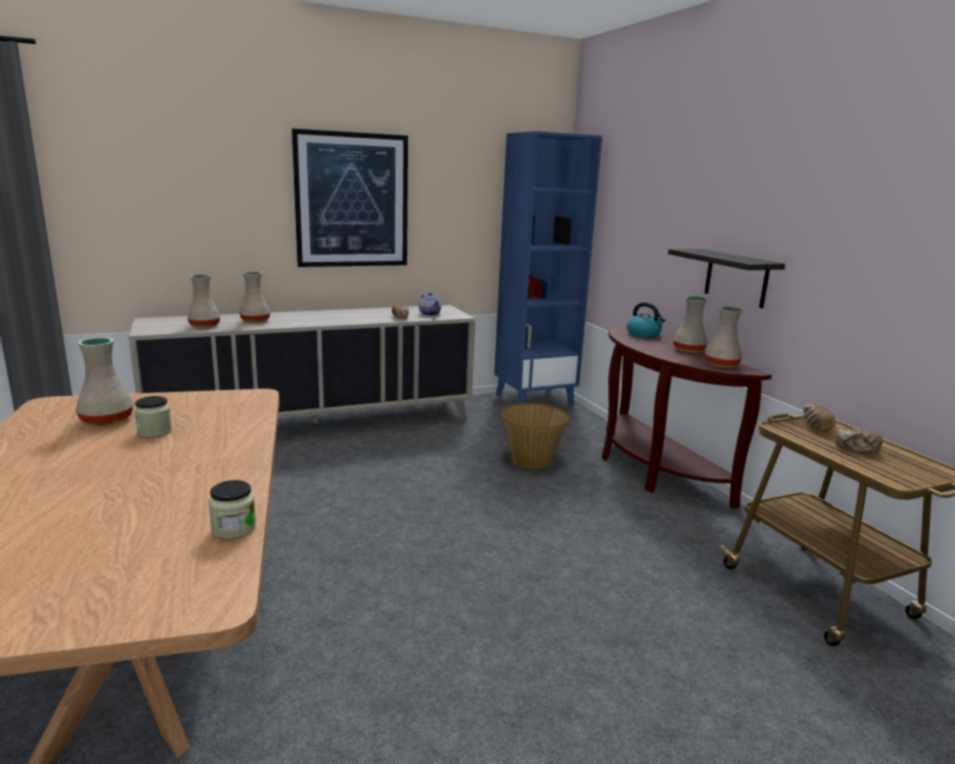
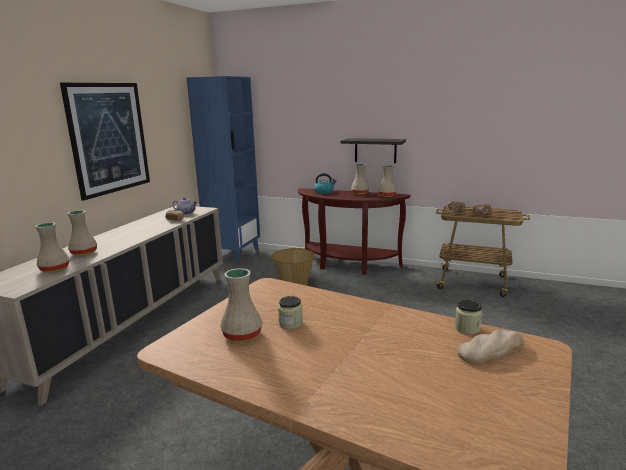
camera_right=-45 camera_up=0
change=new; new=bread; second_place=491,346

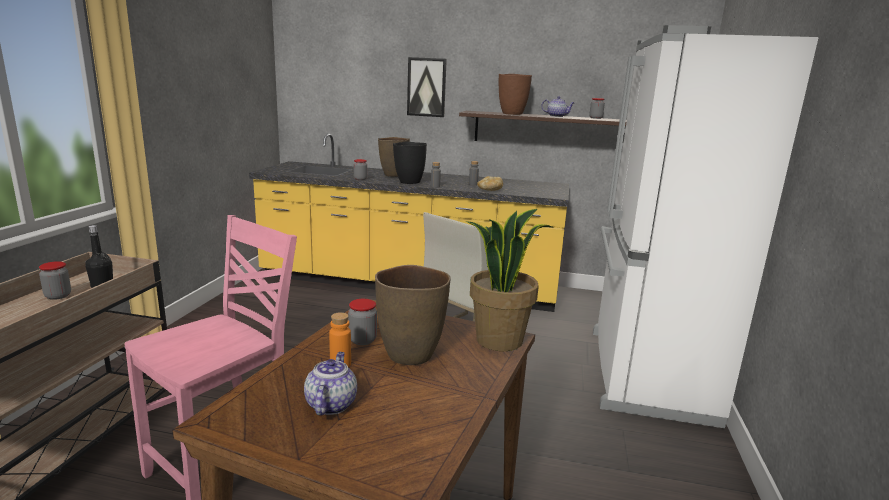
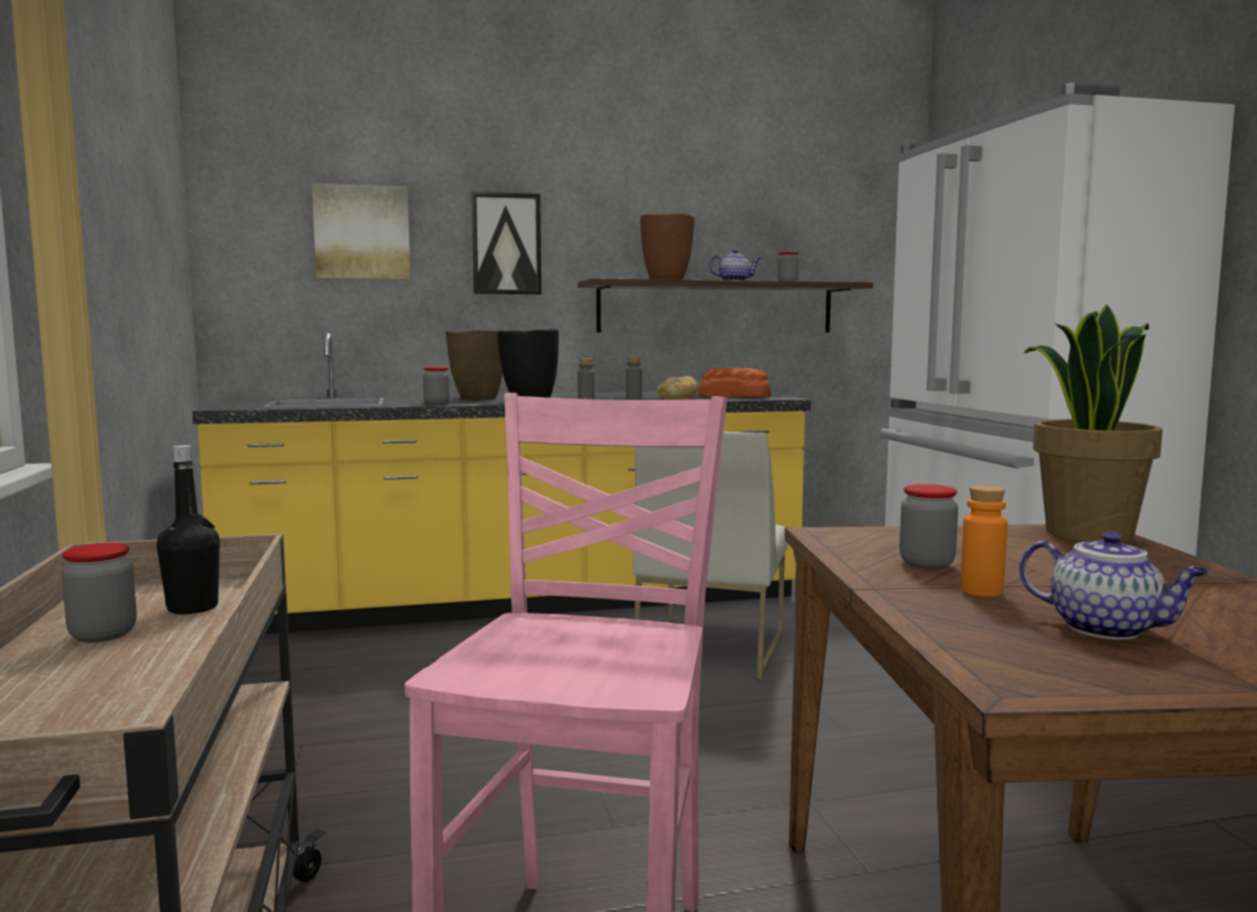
camera_right=-25 camera_up=-10
change=gone; old=brown flower vase; first_place=413,315
change=new; new=picture; second_place=361,231
change=new; new=bread; second_place=734,383
change=rotated; old=teapot; first_place=330,384; second_place=1114,585; degrees=150

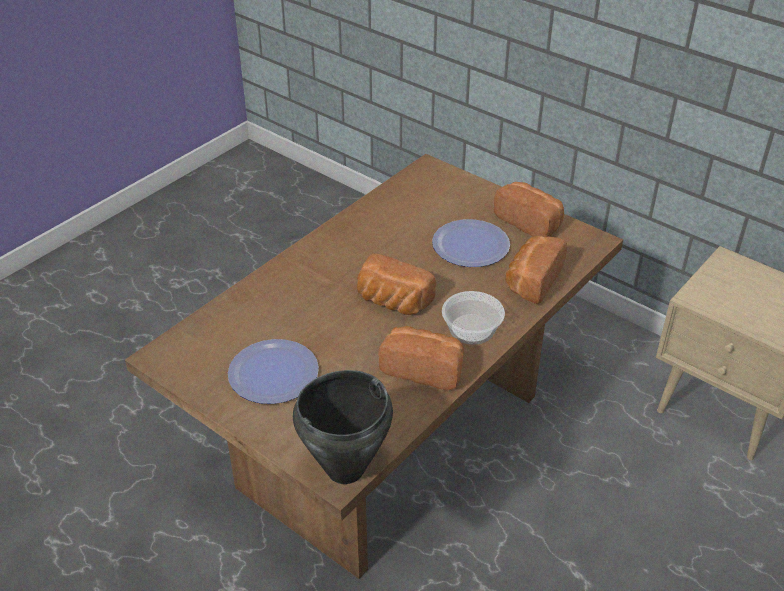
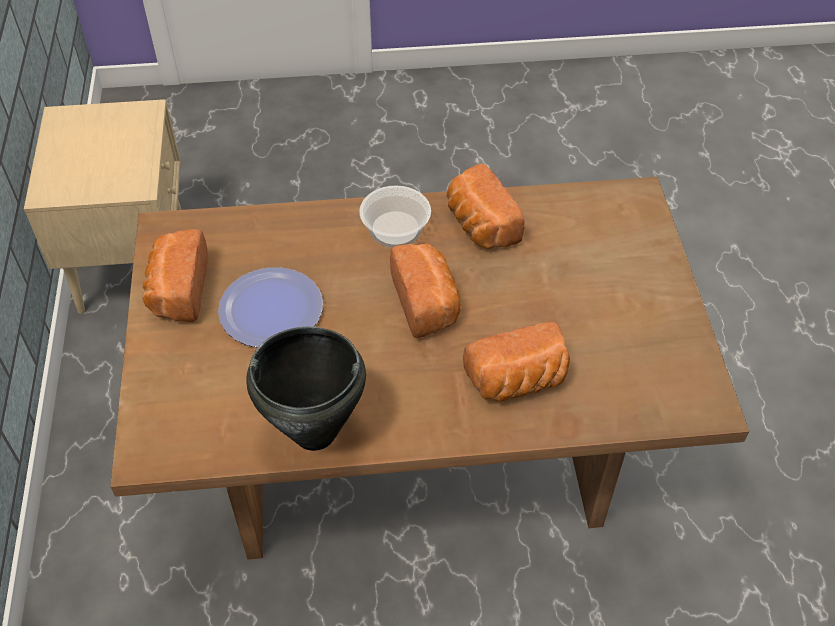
camera_right=-135 camera_up=10
change=gone; old=plate; first_place=273,371
change=shifted; old=black cooking pot; first_place=343,427; second_place=306,389
change=shifted; old=bread; first_place=536,270; second_place=516,362

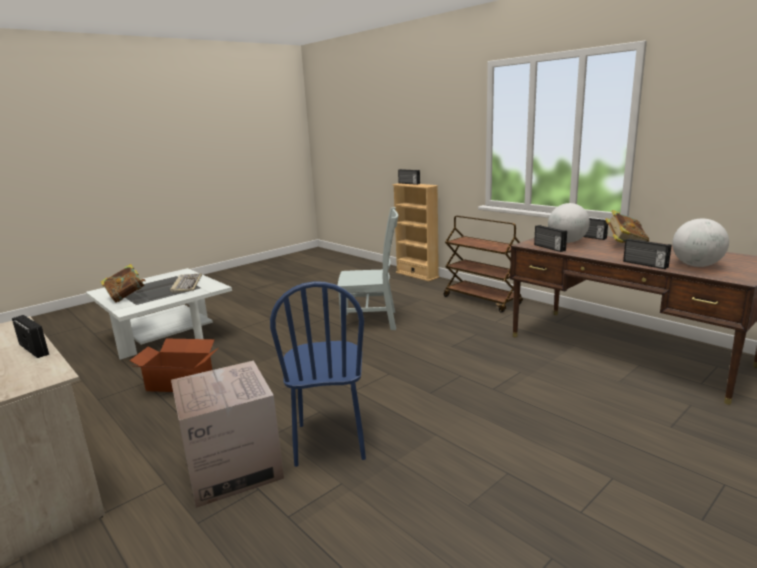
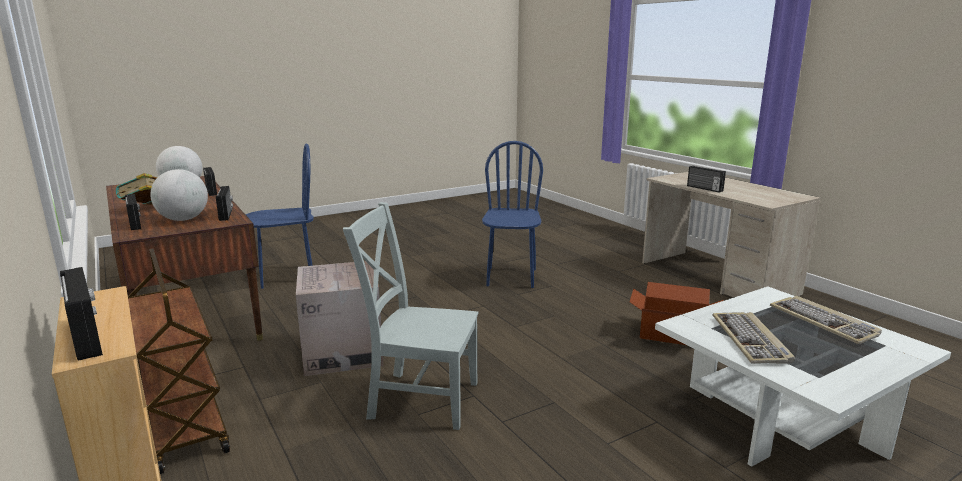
camera_right=-170 camera_up=0
change=new; new=blue plain chair; second_place=280,216
change=shifted; old=cardboard box; first_place=227,434; second_place=340,318
change=swapped; old=volume; new=keyboard; first_place=123,283; second_place=826,320

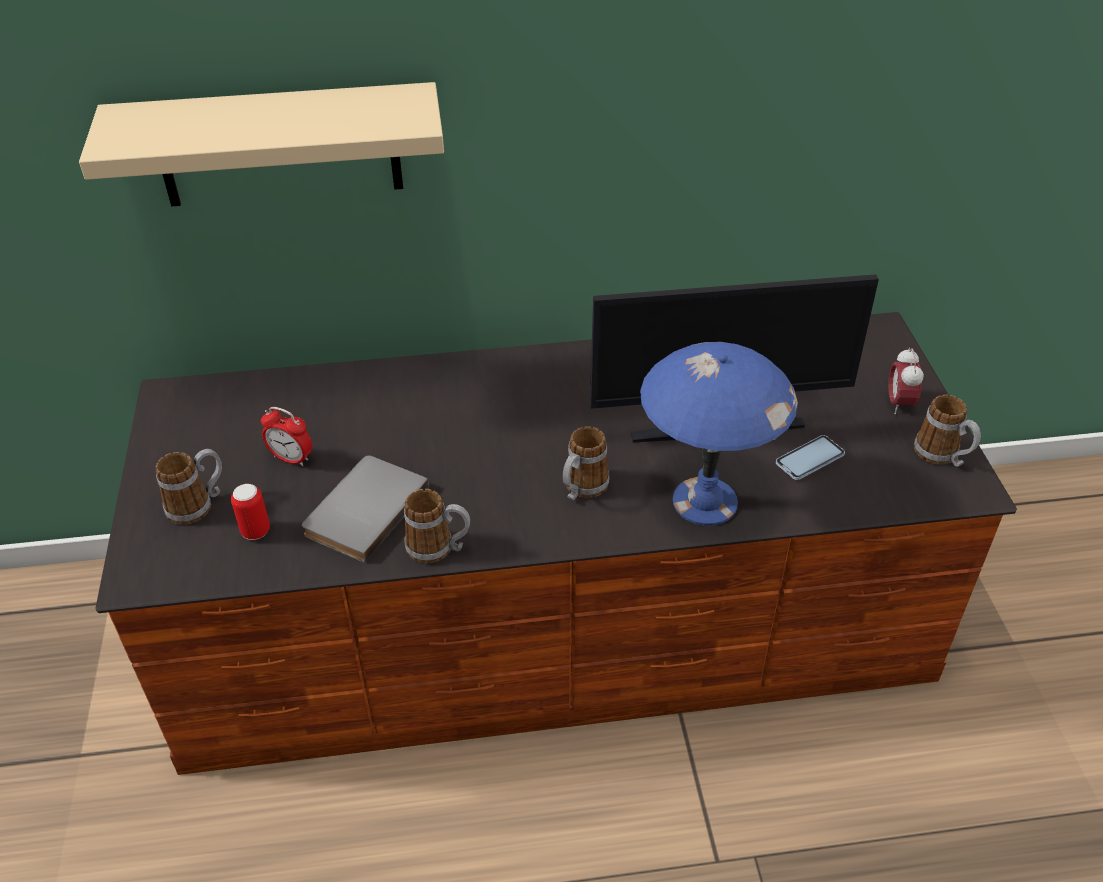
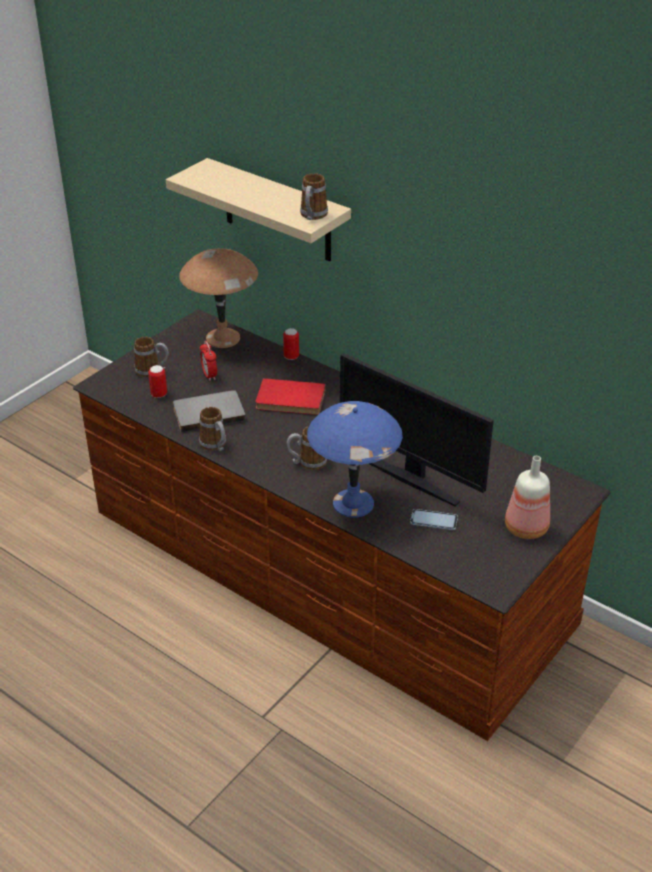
camera_right=45 camera_up=-5
change=new; new=brown lamp for a table; second_place=218,298
change=new; new=red-coloured volume; second_place=291,396
change=new; new=can; second_place=291,344
change=shifted; old=coffee mug; first_place=947,430; second_place=314,196
change=swapped; old=table clock; new=bottle; first_place=906,380; second_place=527,497

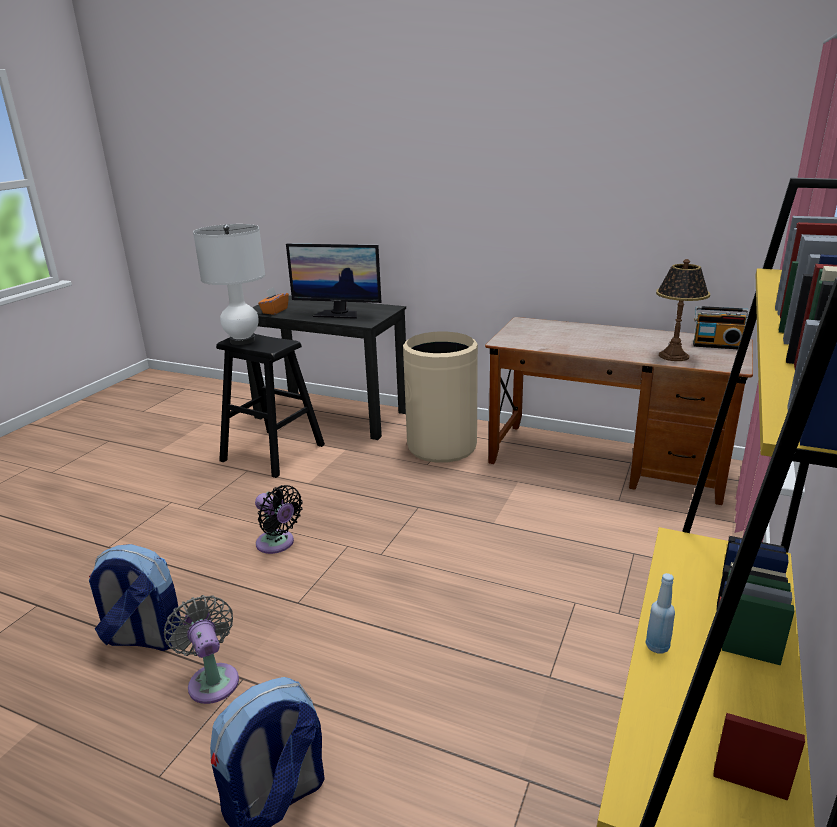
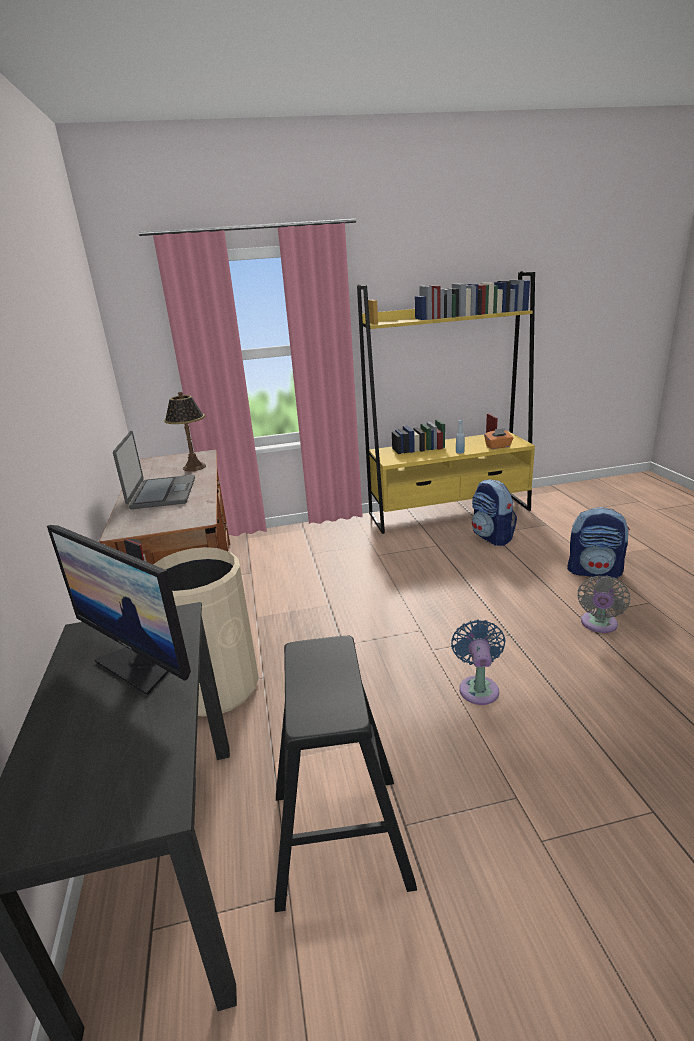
camera_right=-125 camera_up=0
change=gone; old=white lamp for a table; first_place=229,284
change=gone; old=radio set; first_place=721,327
change=new; new=portable computer; second_place=154,470
change=shifted; old=rucksack; first_place=136,597; second_place=494,512
change=shifted; old=orange tissue holder; first_place=273,301; second_place=498,438
change=repainted; old=black electric fan; new=blue electric fan; first_place=279,519; second_place=478,662
change=rotated; old=computer screen; first_place=333,281; second_place=119,610; degrees=150

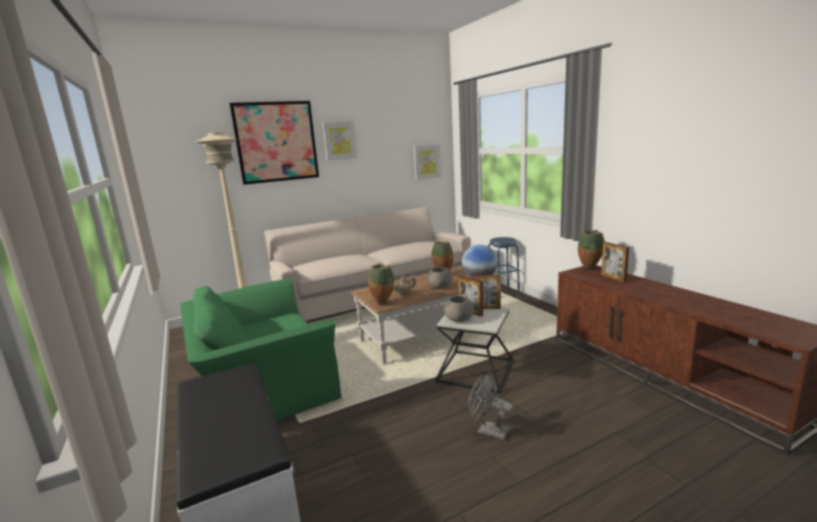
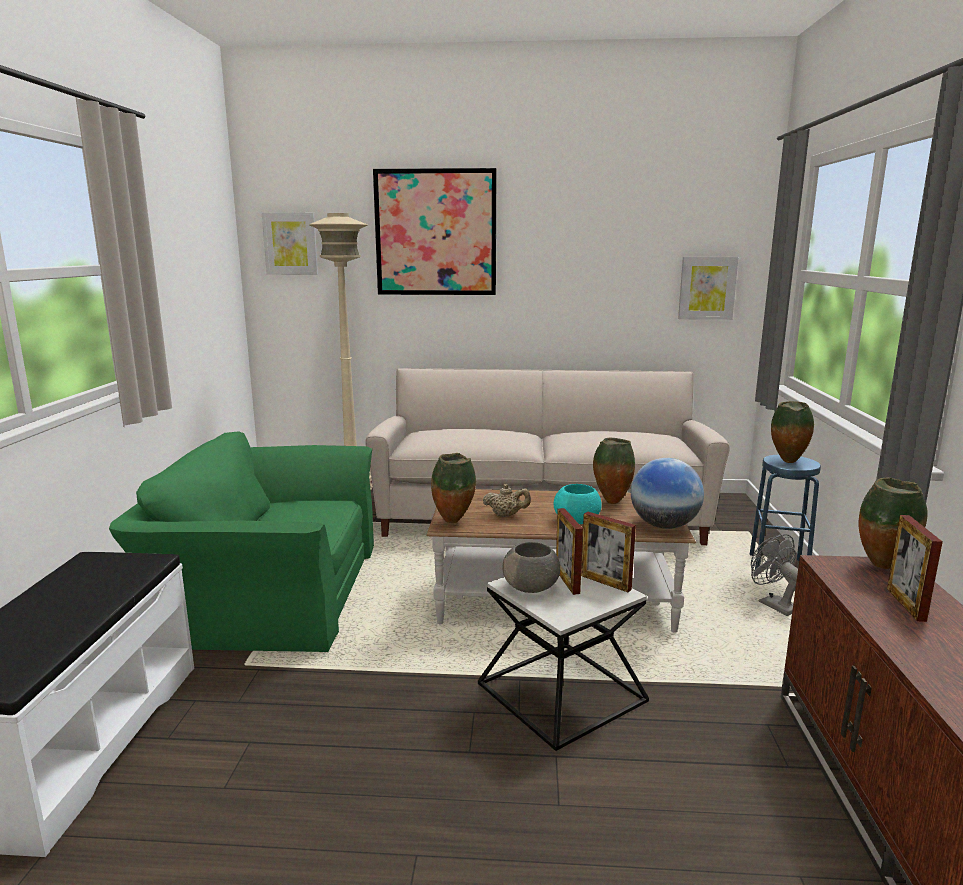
camera_right=30 camera_up=0
change=new; new=flower vase; second_place=792,432
change=shifted; old=picture; first_place=340,140; second_place=290,243
change=shifted; old=gray electric fan; first_place=491,406; second_place=774,575
change=repainted; old=gray deep dish; new=blue-green deep dish; first_place=440,278; second_place=578,504

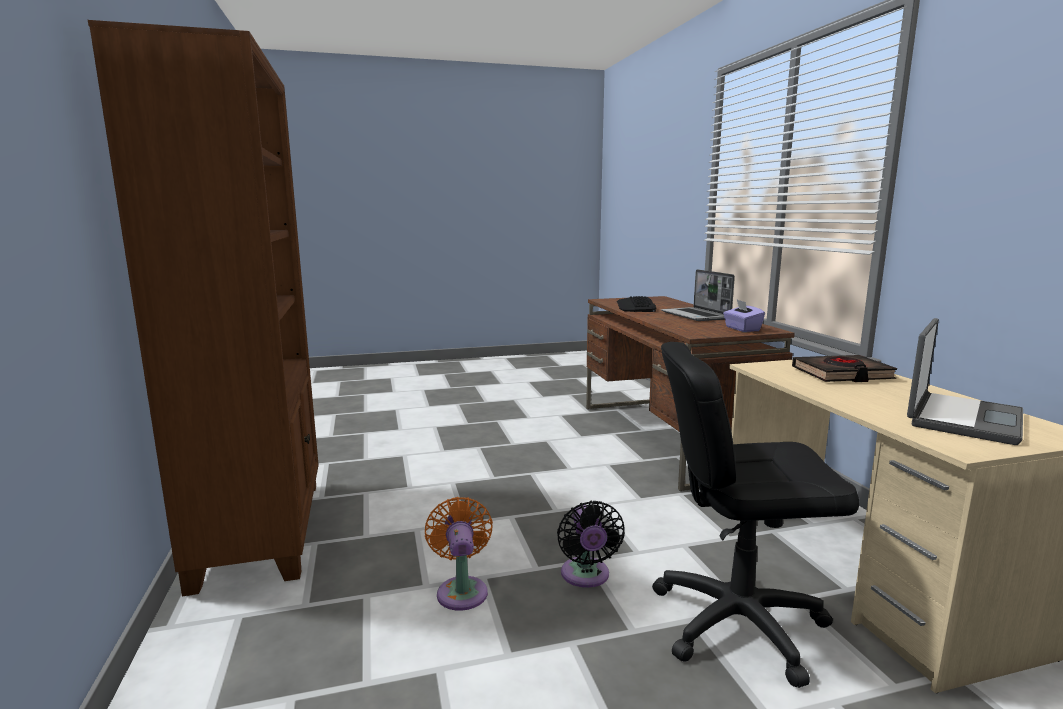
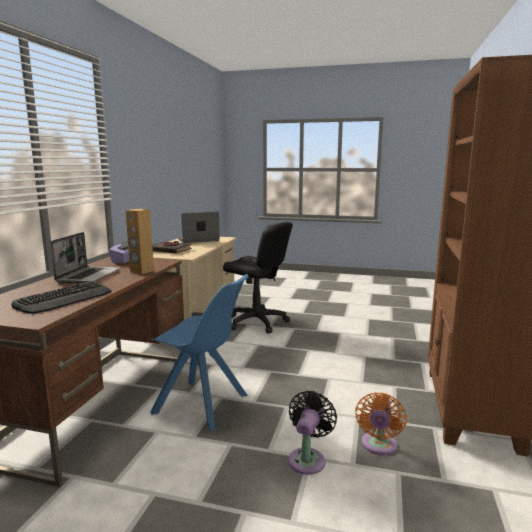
camera_right=-150 camera_up=0
change=new; new=brown audio speaker; second_place=140,241
change=new; new=blue plain chair; second_place=199,352
change=shifted; old=orange electric fan; first_place=459,554; second_place=380,423
change=shifted; old=black electric fan; first_place=591,544; second_place=312,433

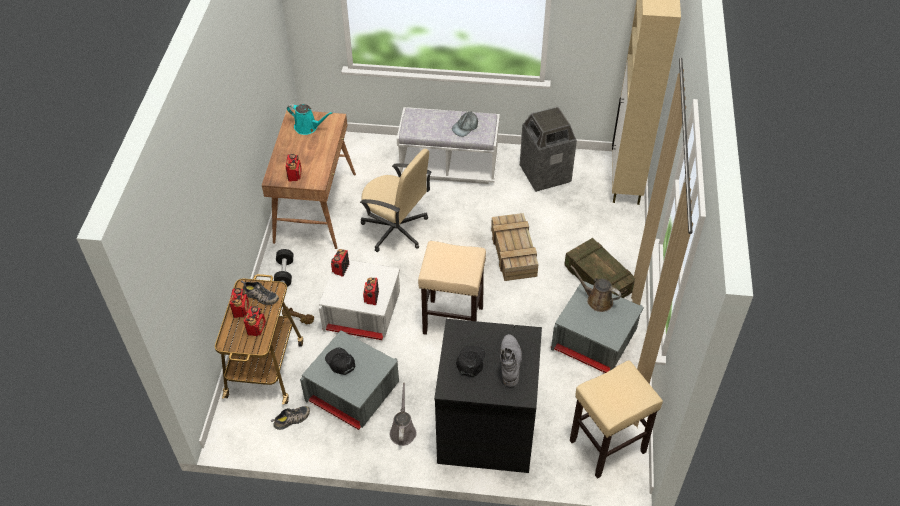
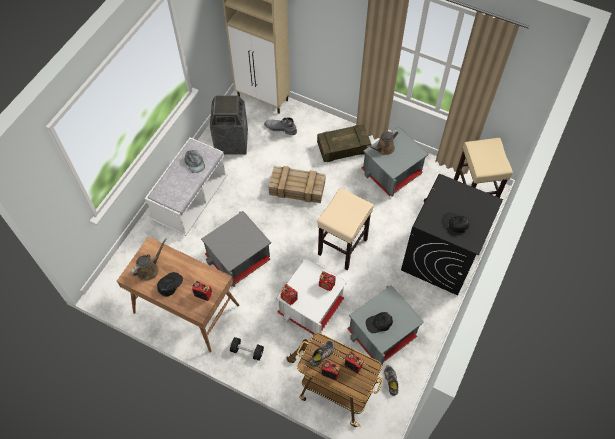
camera_right=-70 camera_up=10
change=gone; old=gray watering can; first_place=403,414
change=new; new=black baseball cap; second_place=170,284
change=shifted; old=gray tall boot; first_place=511,360; second_place=280,126
change=swapped; old=beige-coloured computer chair; new=gray storage container; first_place=395,200; second_place=236,249
change=repainted; old=blue-green watering can; new=brown watering can; first_place=310,119; second_place=148,260

